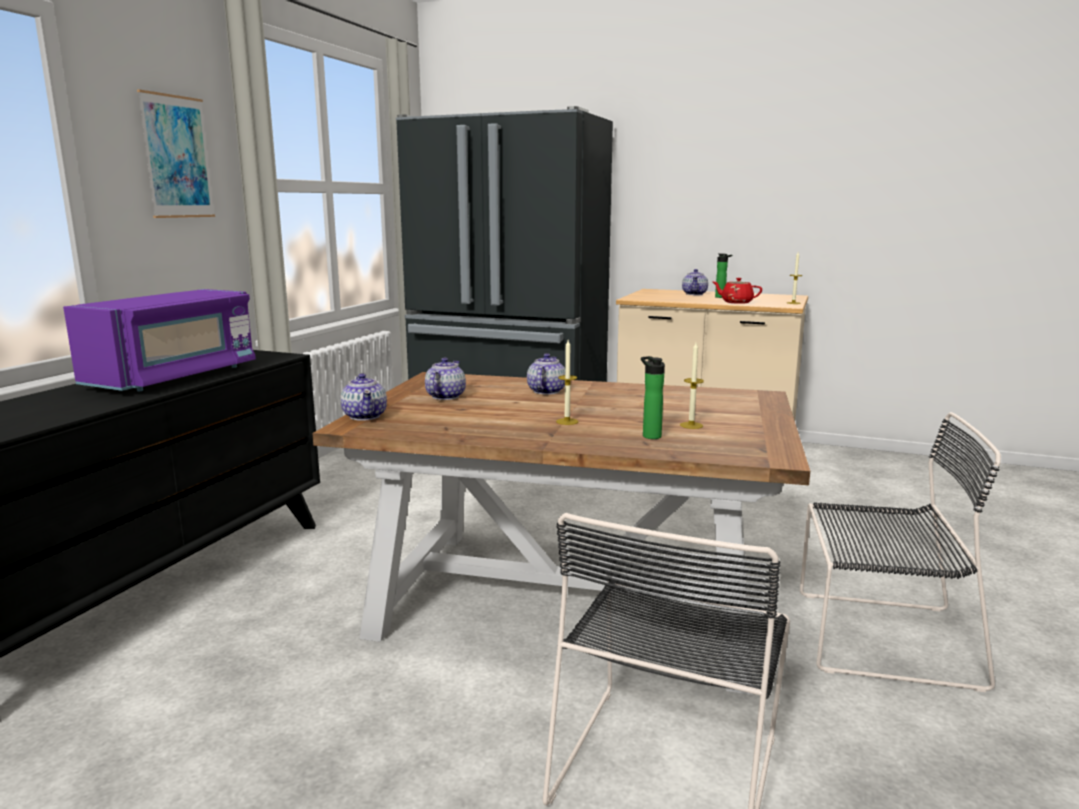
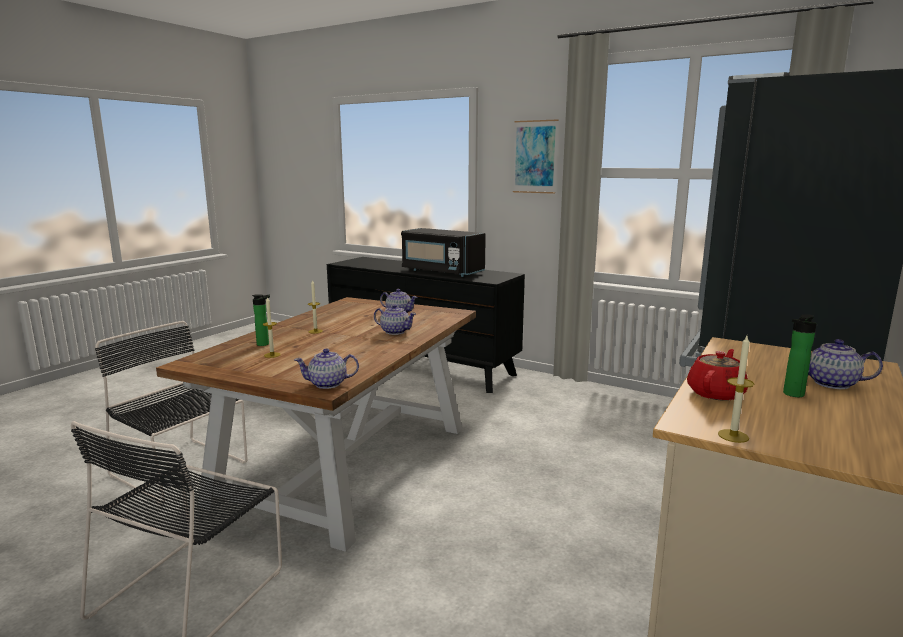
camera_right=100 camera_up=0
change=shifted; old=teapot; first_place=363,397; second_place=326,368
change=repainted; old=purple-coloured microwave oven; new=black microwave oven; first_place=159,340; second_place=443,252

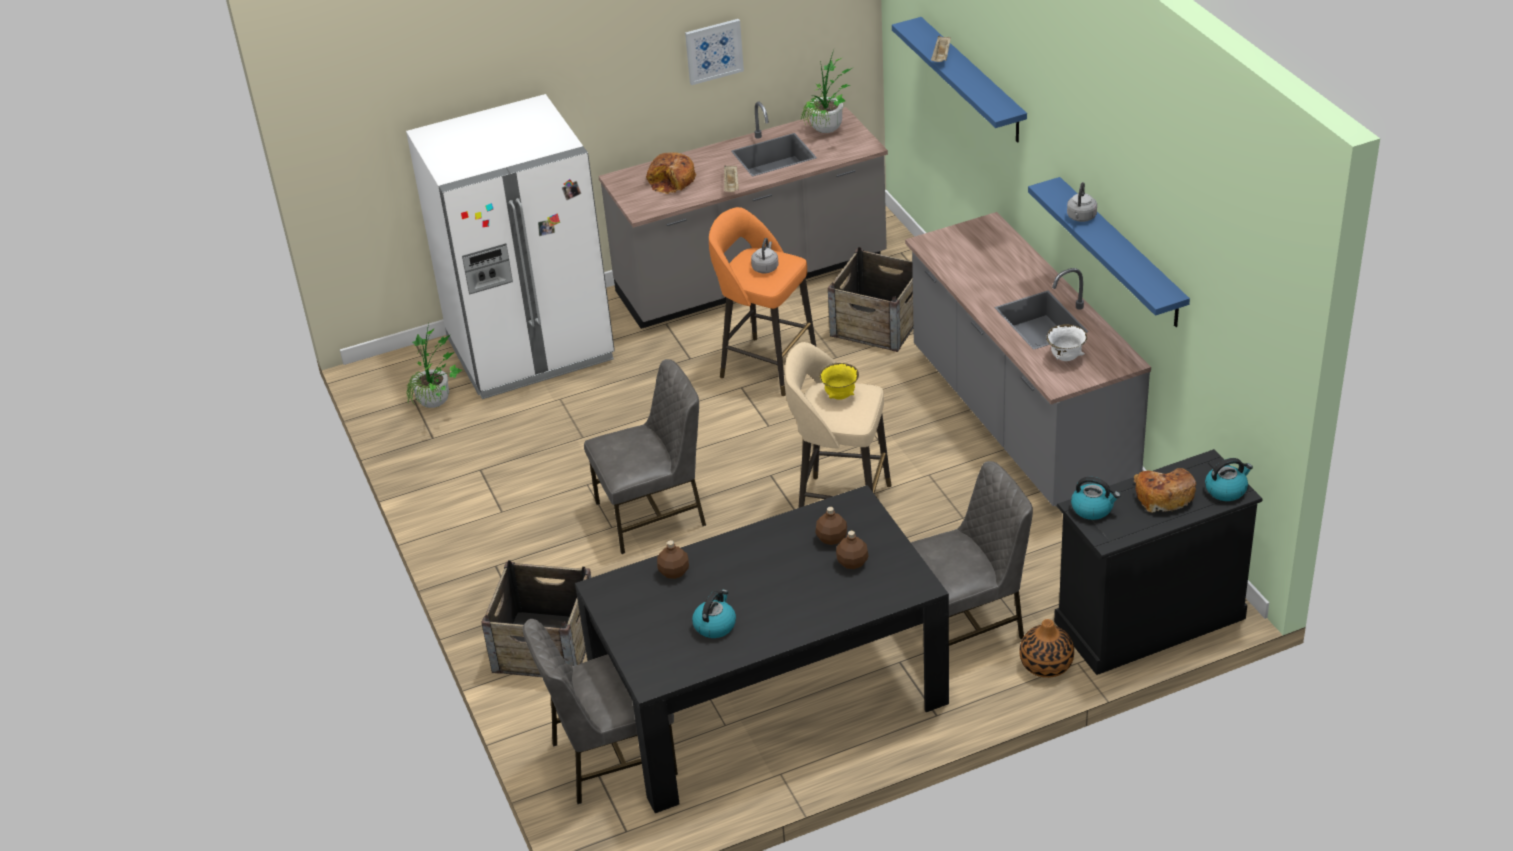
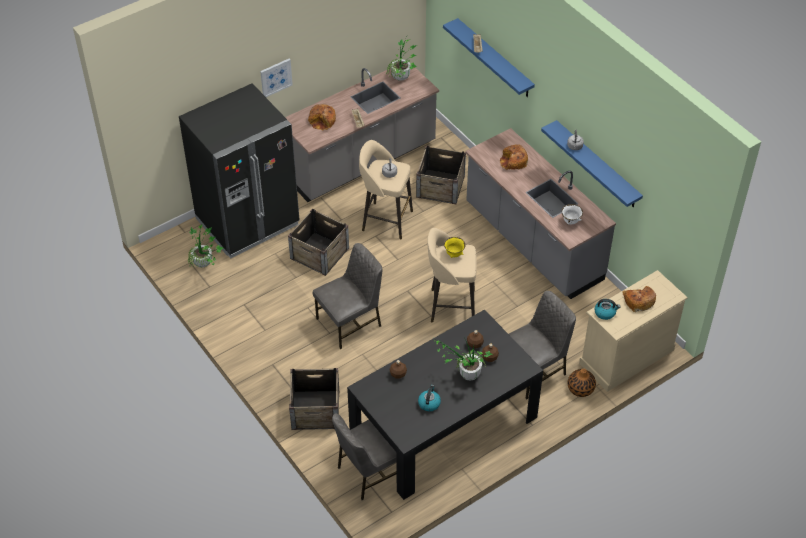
camera_right=-15 camera_up=10
change=gone; old=tea kettle; first_place=1229,479
change=new; new=packing crate; second_place=318,242
change=new; new=houseplant; second_place=463,359
change=new; new=bread; second_place=514,157
change=shifted; old=picture; first_place=714,52; second_place=276,78
change=repainted; old=white fridge; new=black fridge; first_place=510,246; second_place=239,170
change=repainted; old=orange stool; new=beige-coloured stool; first_place=763,301; second_place=386,190
change=repainted; old=black dresser; new=beige-coloured dresser; first_place=1158,562; second_place=633,331

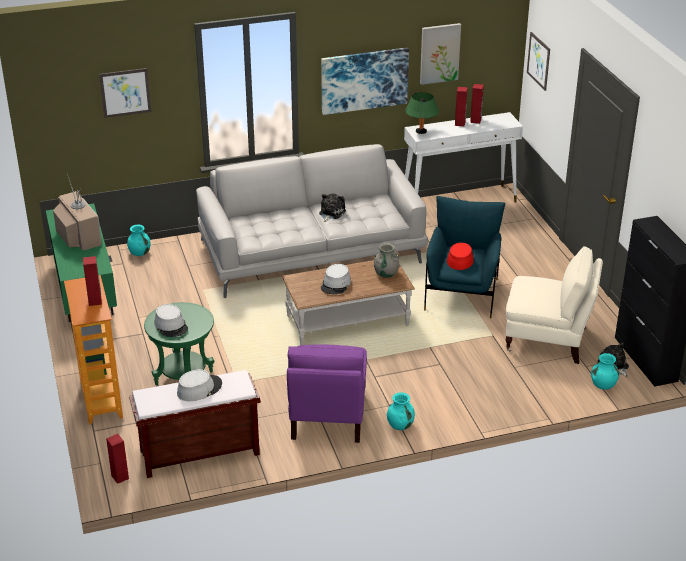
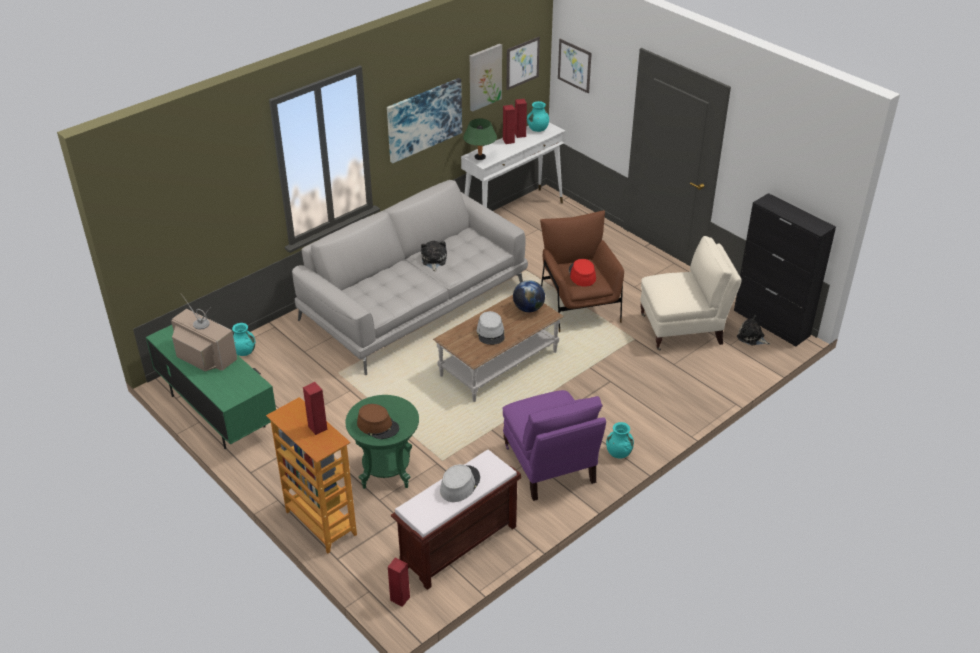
camera_right=-25 camera_up=5
change=shifted; old=picture; first_place=125,93; second_place=523,63
change=shifted; old=blue-green flower vase; first_place=605,371; second_place=538,116
change=swapped; old=gray flower vase; new=globe; first_place=387,260; second_place=529,296
change=repainted; old=gray clothing hat; new=brown clothing hat; first_place=171,320; second_place=378,421
change=repainted; old=blue easy chair; new=brown easy chair; first_place=464,257; second_place=582,271

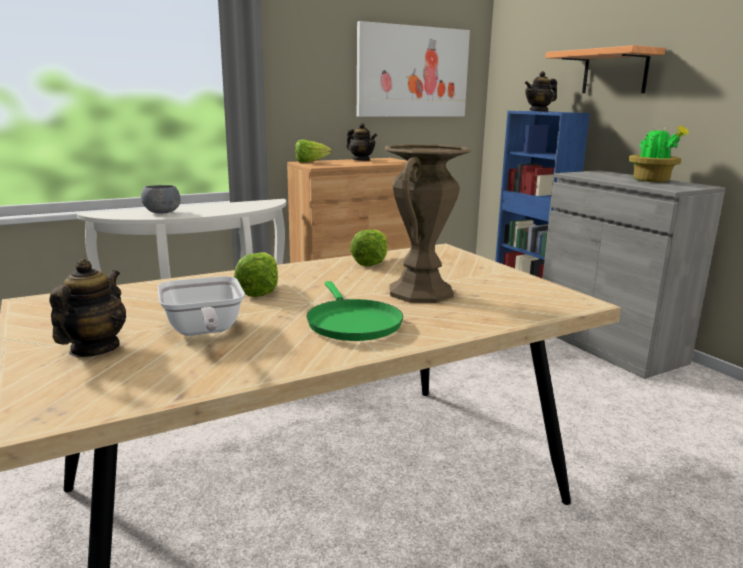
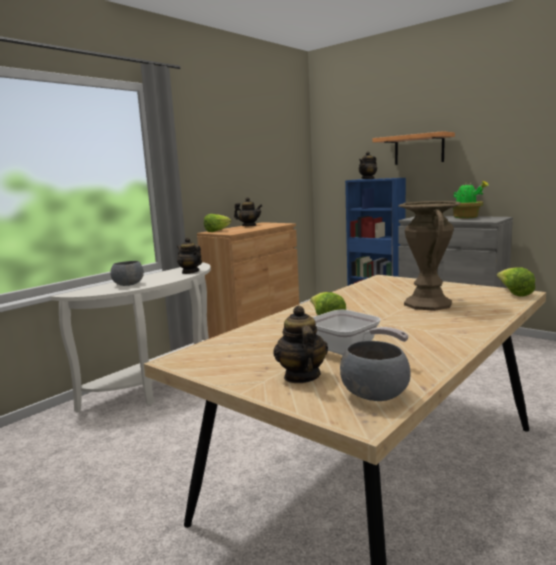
camera_right=-20 camera_up=-5
change=gone; old=greenish pan; first_place=354,311
change=gone; old=picture; first_place=413,69
change=new; new=teapot; second_place=189,255
change=new; new=gray deep dish; second_place=375,371
change=shifted; old=lettuce head; first_place=369,248; second_place=516,282

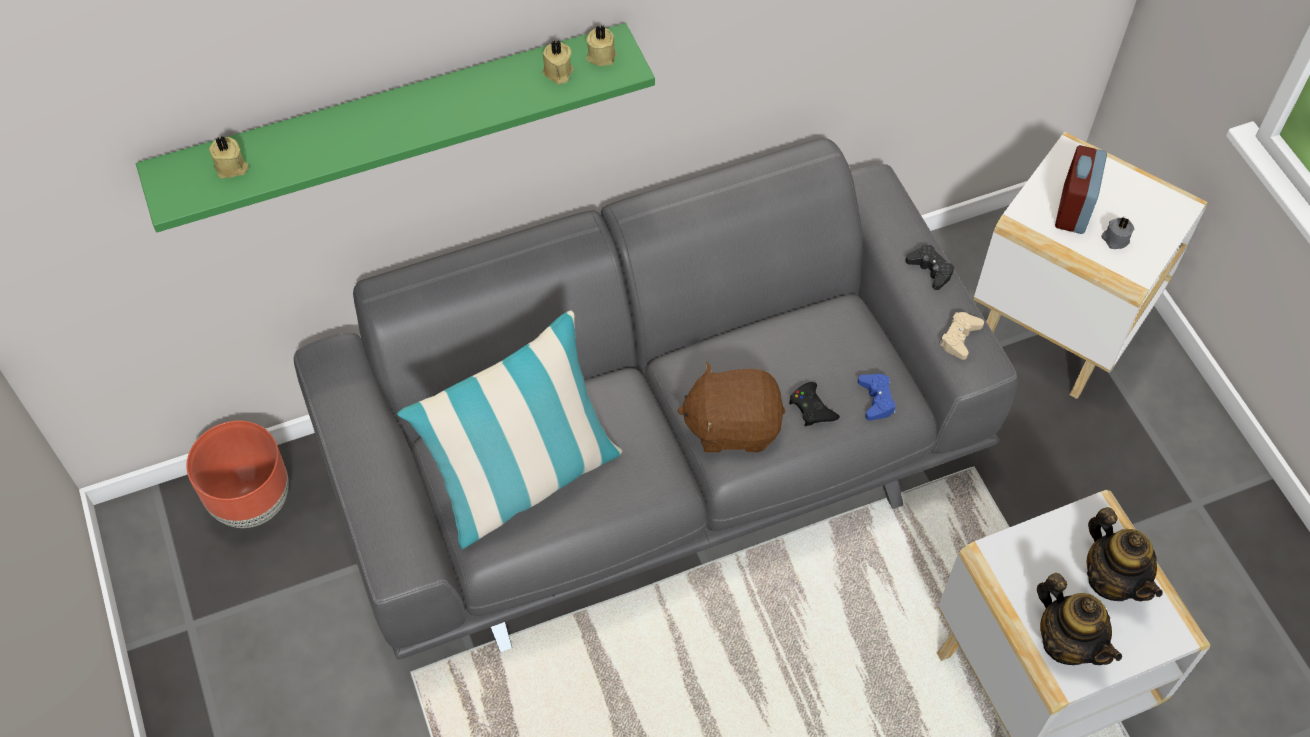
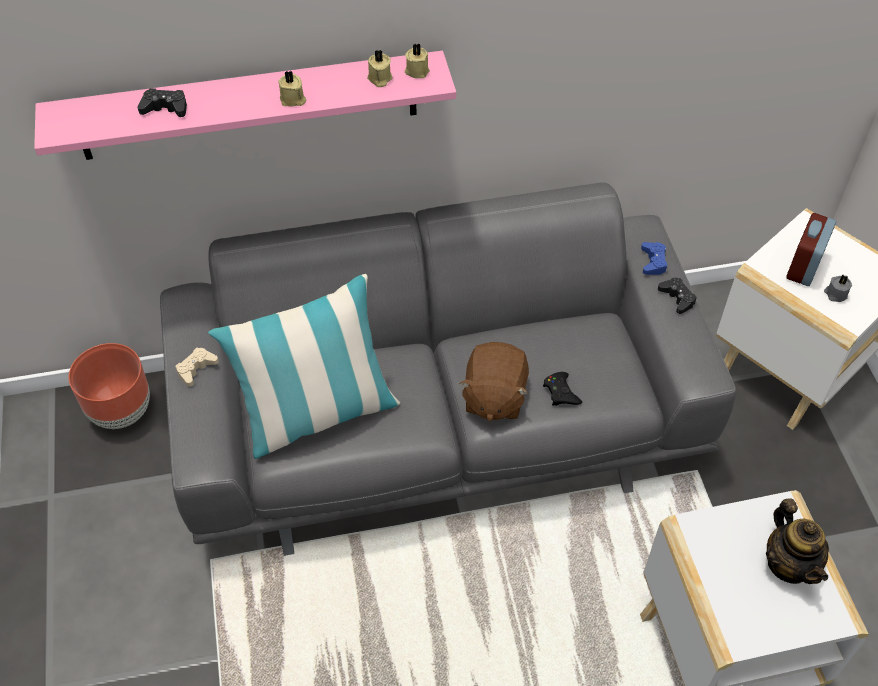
camera_right=10 camera_up=-5
change=gone; old=teapot; first_place=1079,619
change=new; new=black gamepad; second_place=162,102
change=shifted; old=beige-coloured candle; first_place=229,157; second_place=292,89
change=shifted; old=blue gamepad; first_place=877,397; second_place=654,258
change=shifted; old=beige-coloured gamepad; first_place=961,336; second_place=197,367
change=repainted; old=greenish shelf; new=pink-coloured shelf; first_place=395,127; second_place=245,105
change=rotated; old=brown soft toy; first_place=731,407; second_place=494,381; degrees=-90

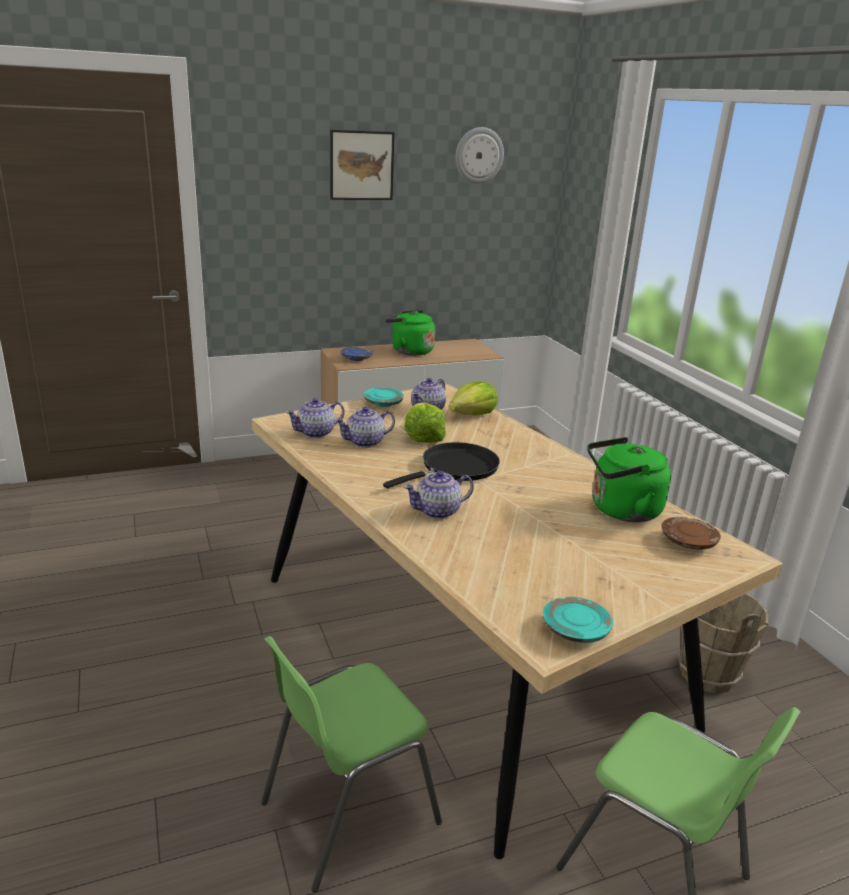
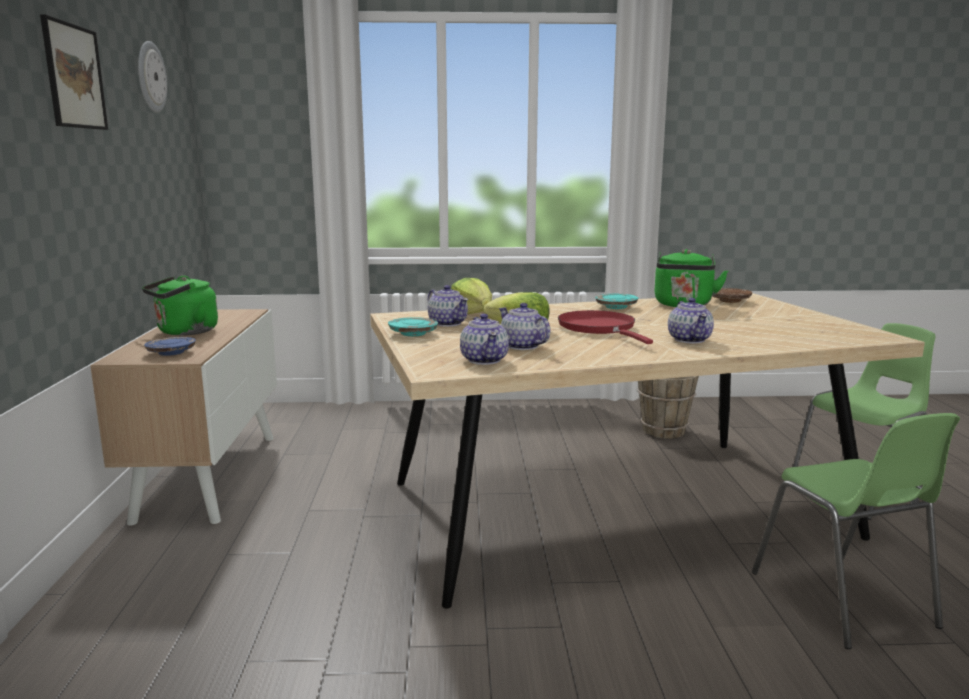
camera_right=-70 camera_up=-10
change=shifted; old=blue-green plate; first_place=578,620; second_place=616,301
change=repainted; old=black pan; new=red-coloured pan; first_place=441,465; second_place=605,327
change=rotated; old=teapot; first_place=365,427; second_place=524,326; degrees=150

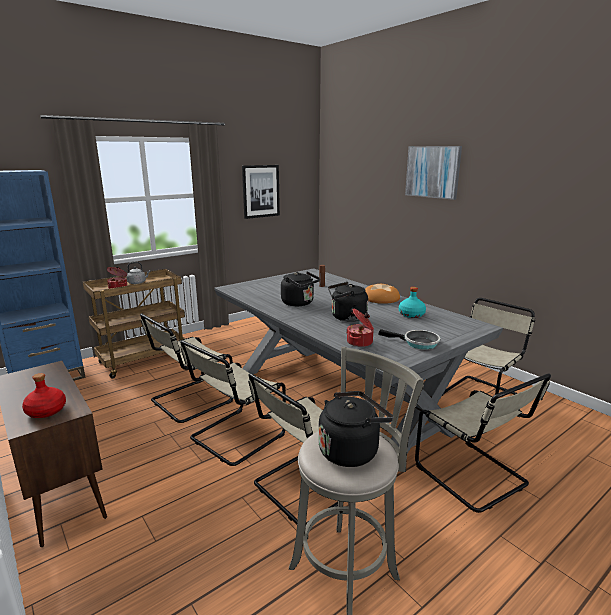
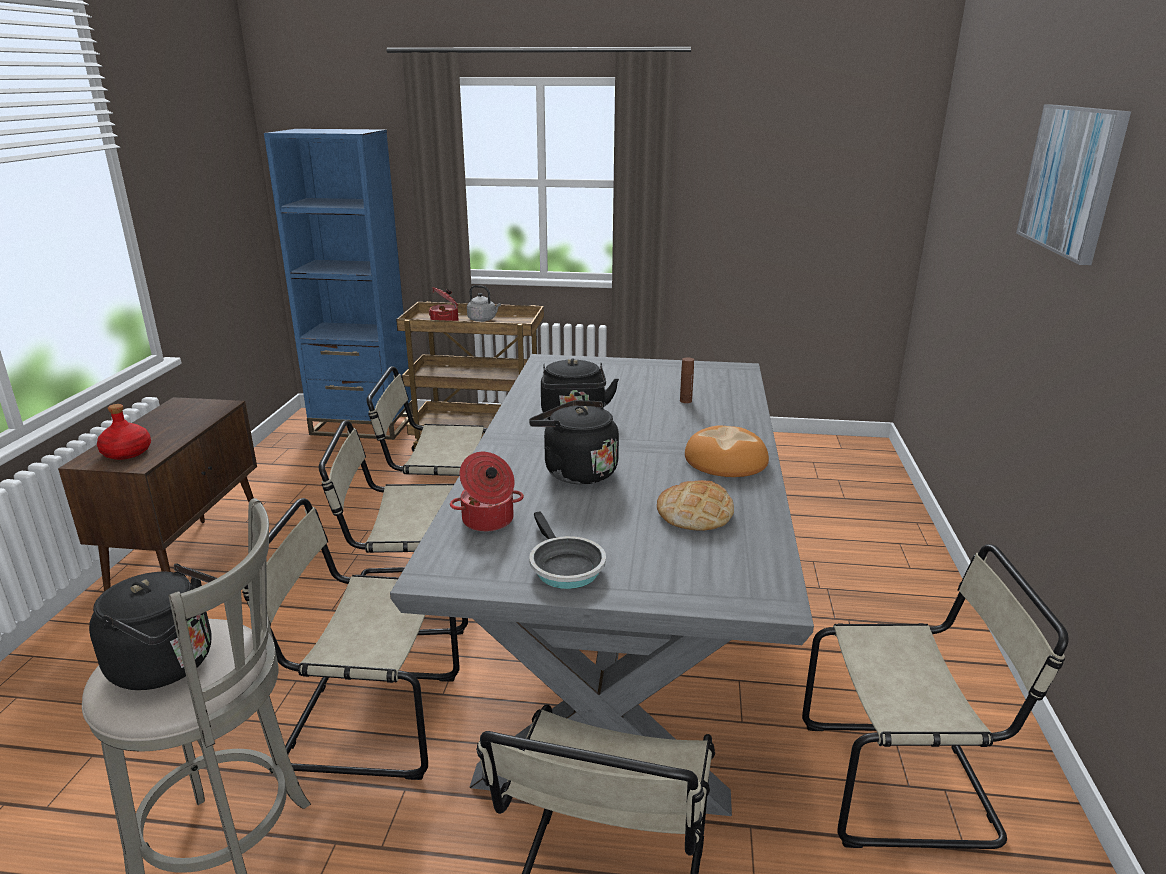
camera_right=45 camera_up=5
change=gone; old=picture; first_place=261,192
change=swapped; old=blue-green bottle; new=bread; first_place=412,302; second_place=695,505

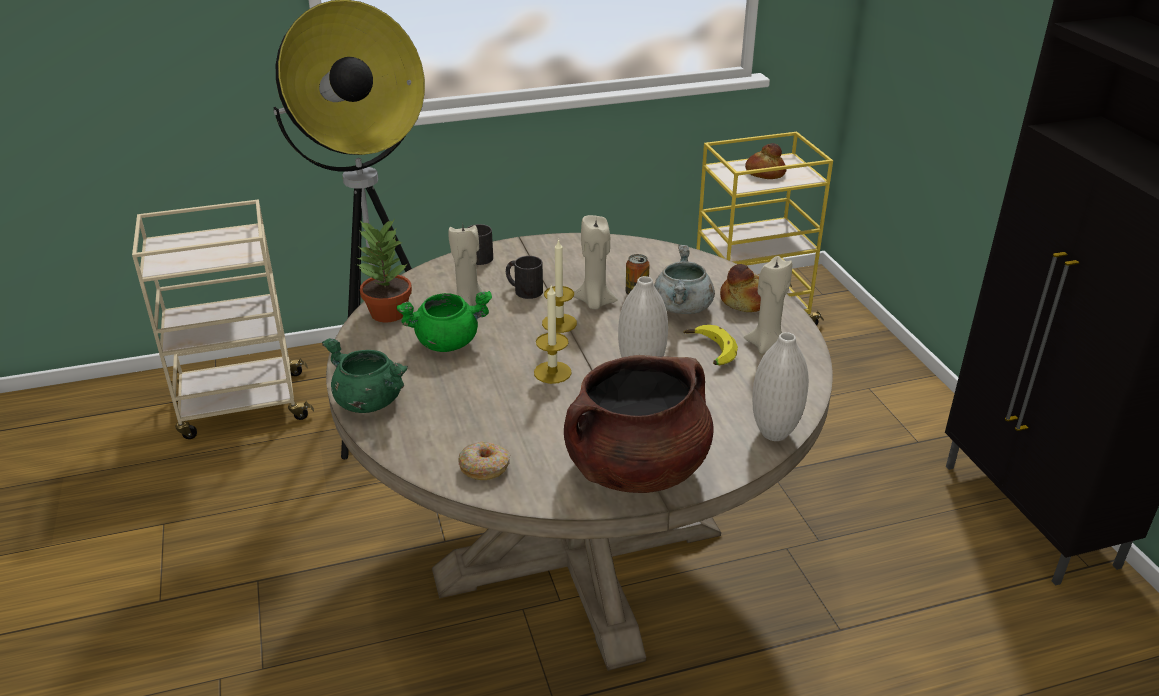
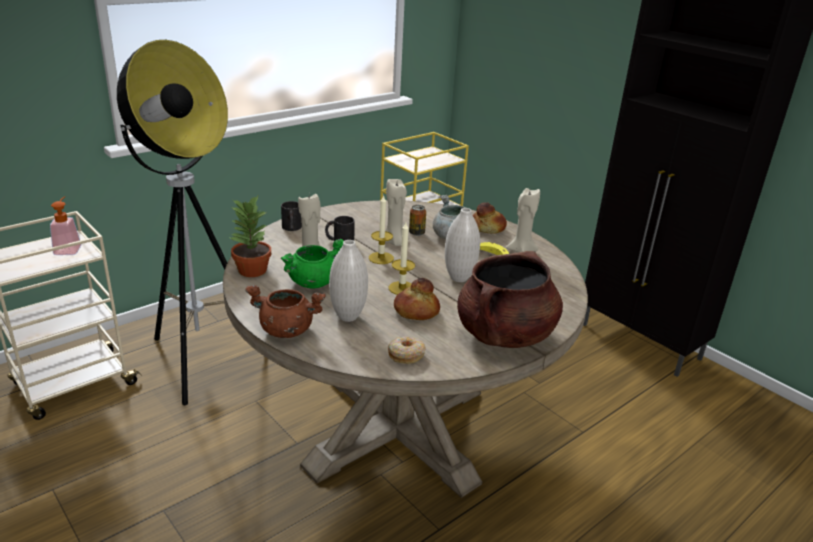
camera_right=-25 camera_up=-5
change=new; new=soap bottle; second_place=65,225
change=shifted; old=bread; first_place=765,161; second_place=417,299
change=shifted; old=white flower vase; first_place=780,386; second_place=348,281
change=repainted; old=greenish cooking pot; new=brown cooking pot; first_place=365,375; second_place=285,311

